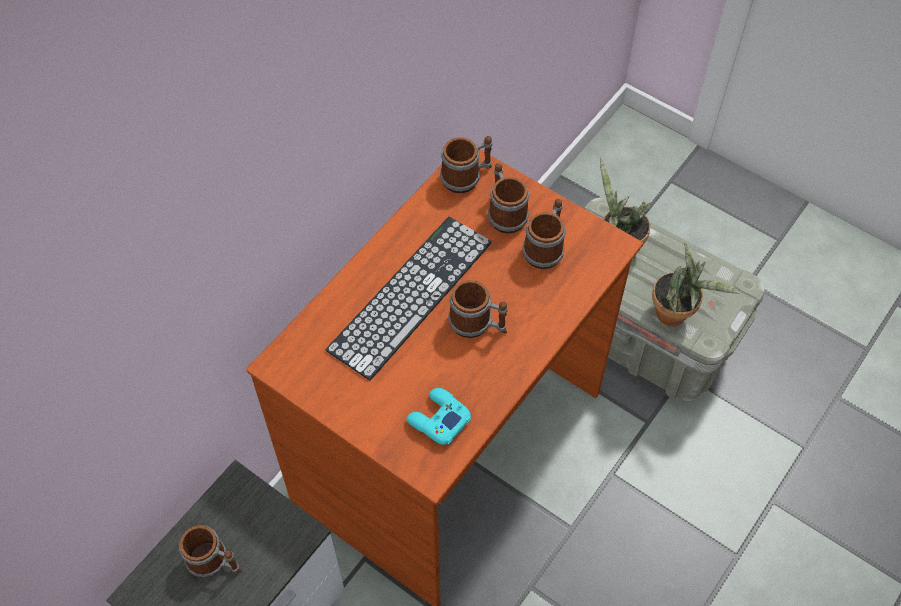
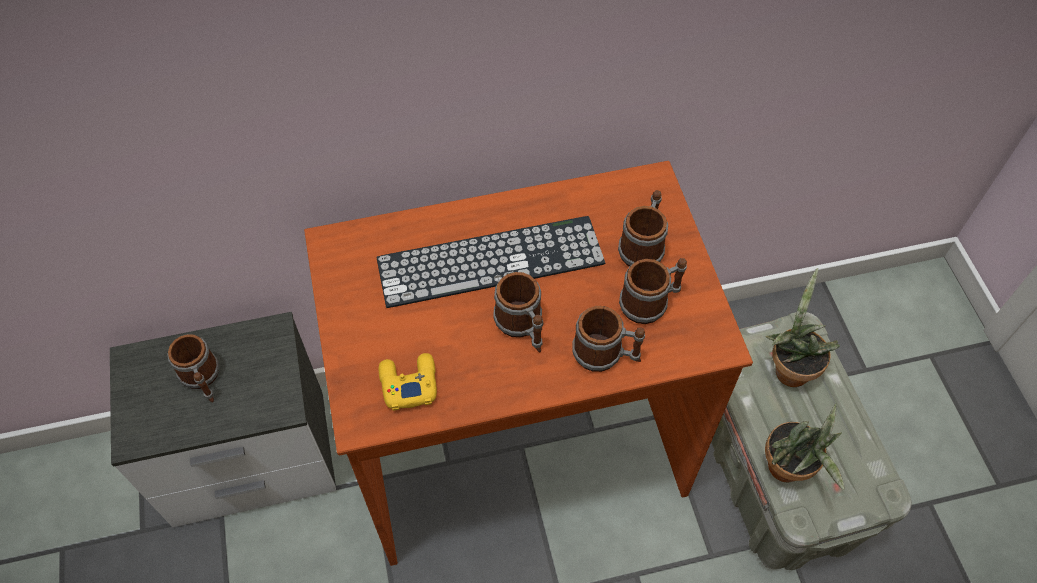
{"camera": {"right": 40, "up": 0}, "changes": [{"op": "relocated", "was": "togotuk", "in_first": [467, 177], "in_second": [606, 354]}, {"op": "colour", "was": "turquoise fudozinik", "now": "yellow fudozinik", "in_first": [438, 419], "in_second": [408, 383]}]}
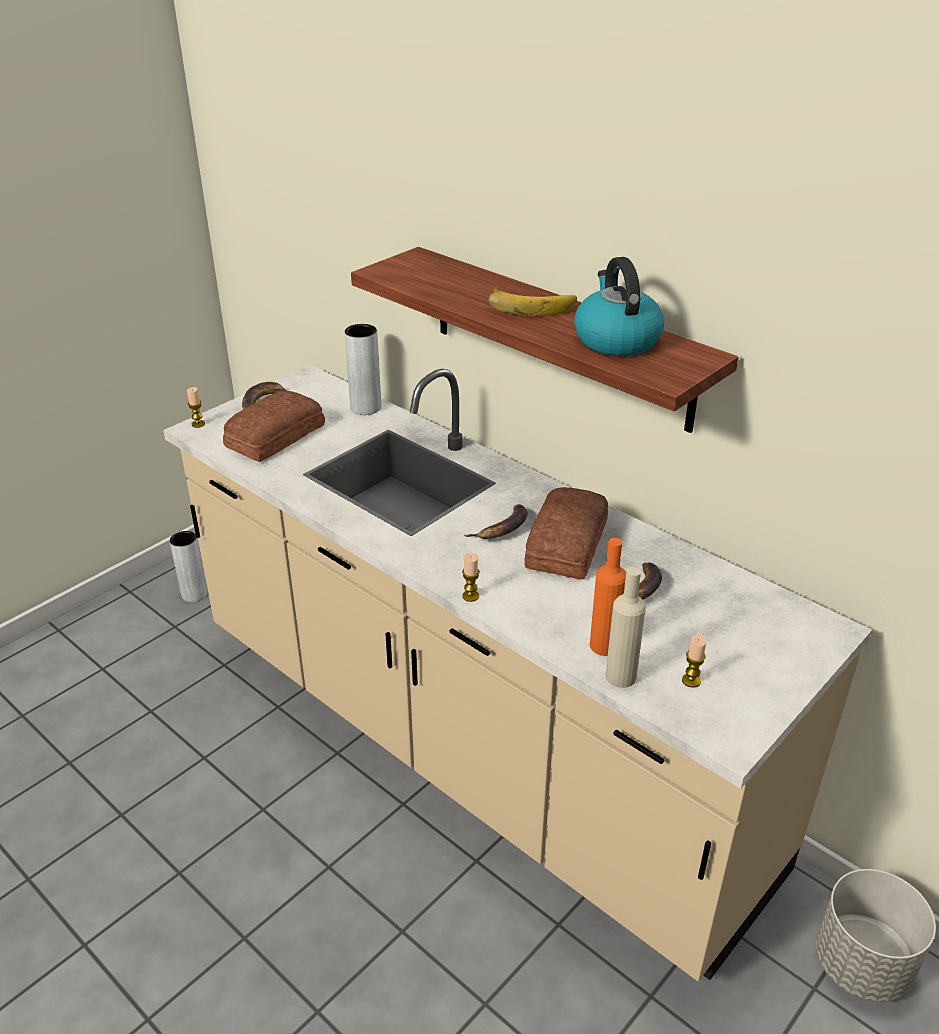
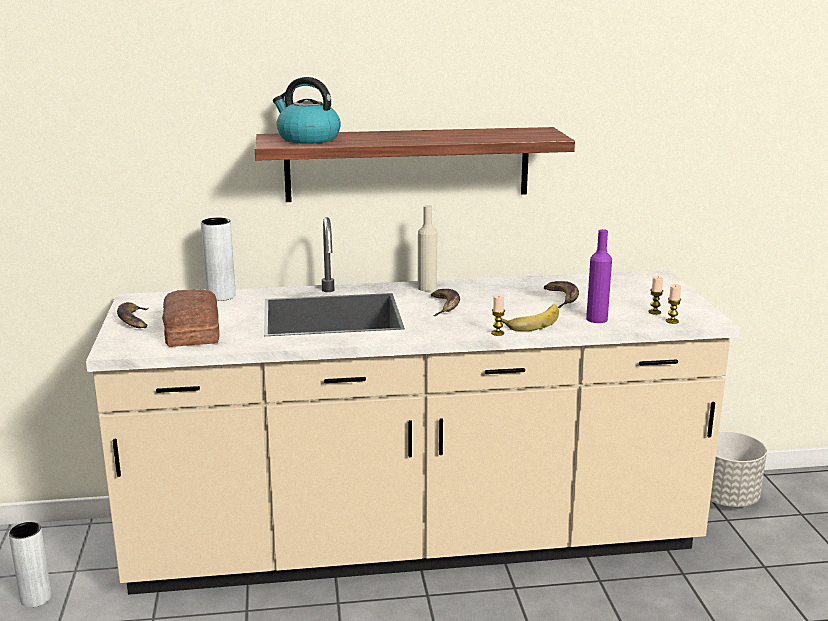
{"camera": {"right": -50, "up": -15}, "changes": [{"op": "relocated", "was": "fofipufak", "in_first": [615, 340], "in_second": [307, 139]}, {"op": "relocated", "was": "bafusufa", "in_first": [531, 305], "in_second": [530, 321]}, {"op": "relocated", "was": "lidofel", "in_first": [198, 424], "in_second": [672, 321]}, {"op": "missing", "was": "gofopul", "in_first": [569, 543]}, {"op": "colour", "was": "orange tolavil", "now": "purple tolavil", "in_first": [604, 645], "in_second": [596, 319]}, {"op": "relocated", "was": "beige tolavil", "in_first": [620, 676], "in_second": [427, 288]}]}
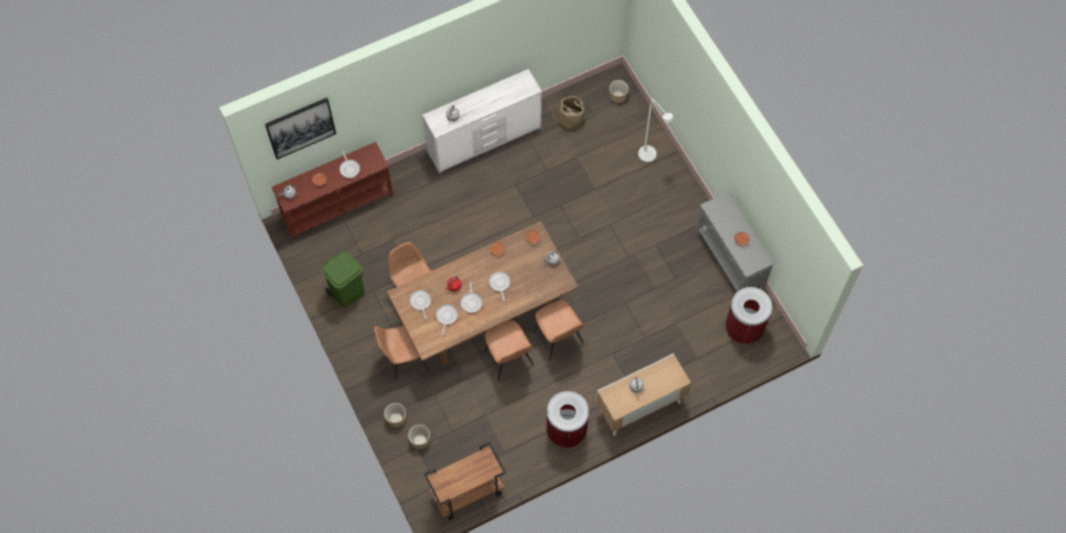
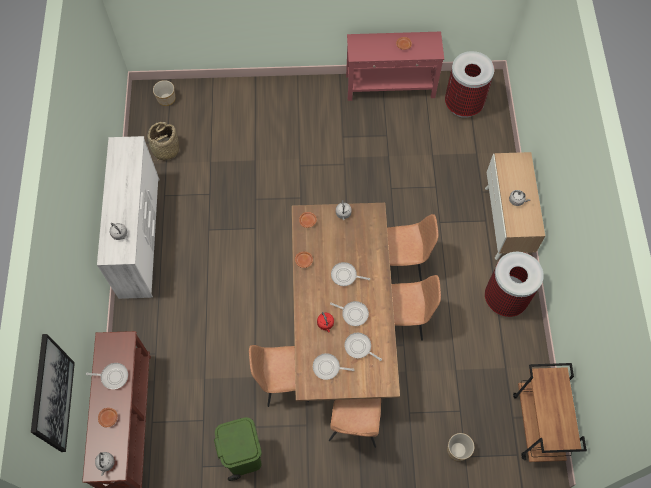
{"camera": {"right": -65, "up": 0}, "changes": [{"op": "missing", "was": "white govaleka", "in_first": [650, 158]}, {"op": "colour", "was": "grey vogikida", "now": "red vogikida", "in_first": [728, 262], "in_second": [390, 87]}, {"op": "missing", "was": "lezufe", "in_first": [396, 419]}]}
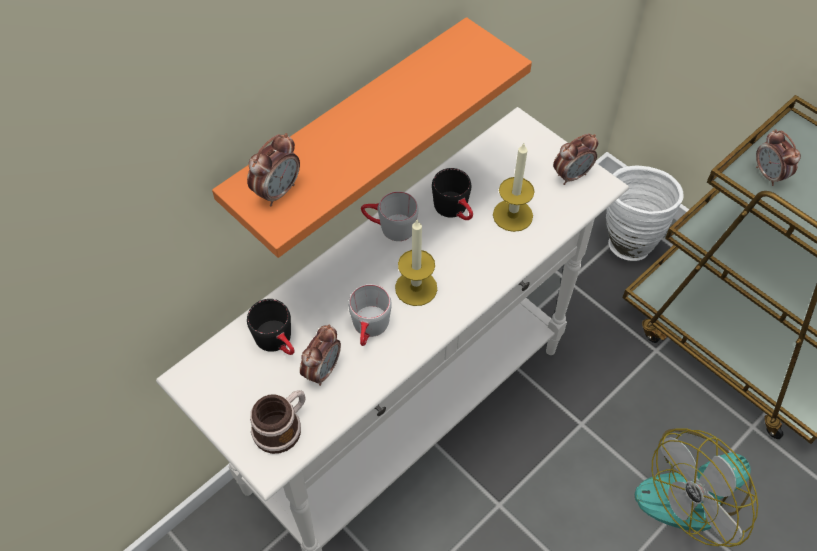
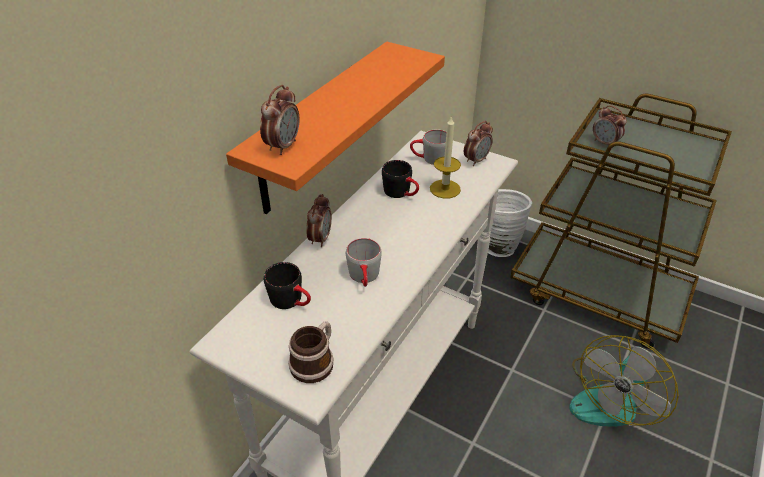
{"camera": {"right": -15, "up": -15}, "changes": [{"op": "relocated", "was": "grey togotuk", "in_first": [389, 227], "in_second": [429, 158]}, {"op": "missing", "was": "lidofel", "in_first": [416, 288]}, {"op": "relocated", "was": "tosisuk", "in_first": [322, 370], "in_second": [320, 239]}]}
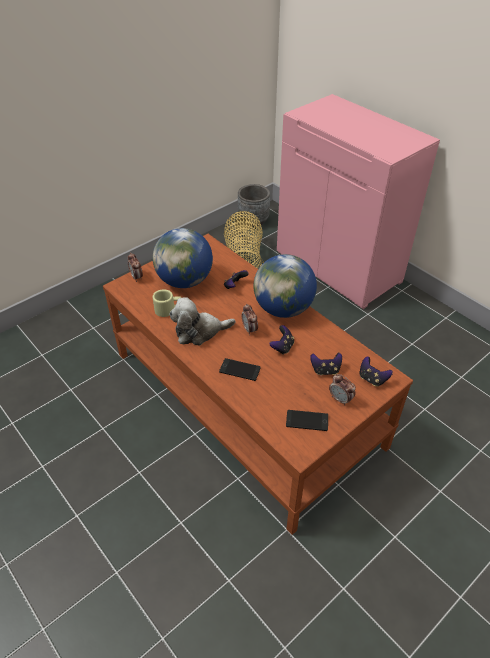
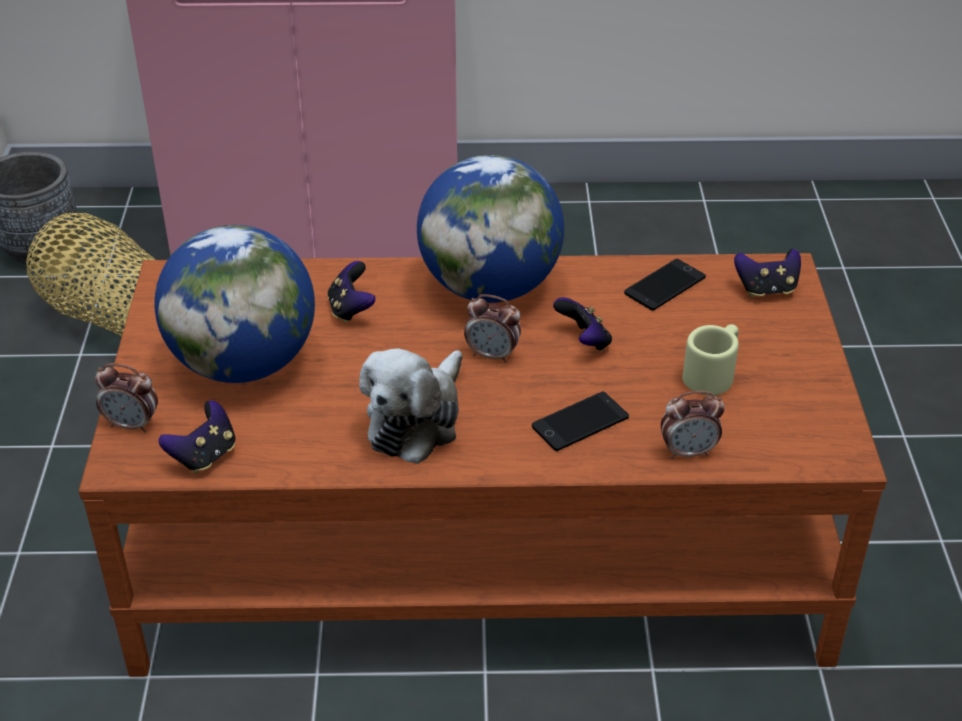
{"camera": {"right": -50, "up": -5}, "changes": [{"op": "relocated", "was": "beige togotuk", "in_first": [168, 310], "in_second": [713, 374]}, {"op": "relocated", "was": "fudozinik", "in_first": [325, 370], "in_second": [204, 456]}, {"op": "relocated", "was": "tosisuk", "in_first": [340, 399], "in_second": [688, 452]}, {"op": "relocated", "was": "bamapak", "in_first": [307, 420], "in_second": [665, 285]}]}
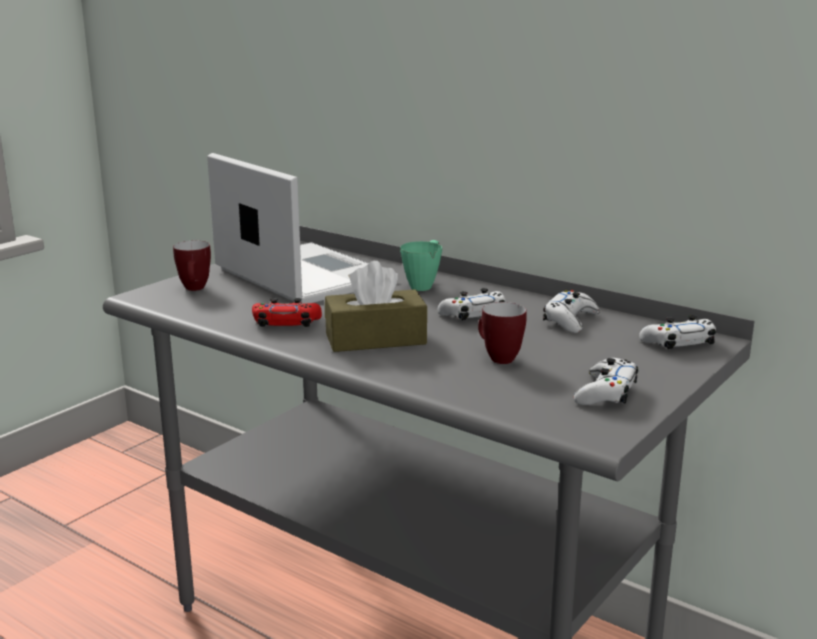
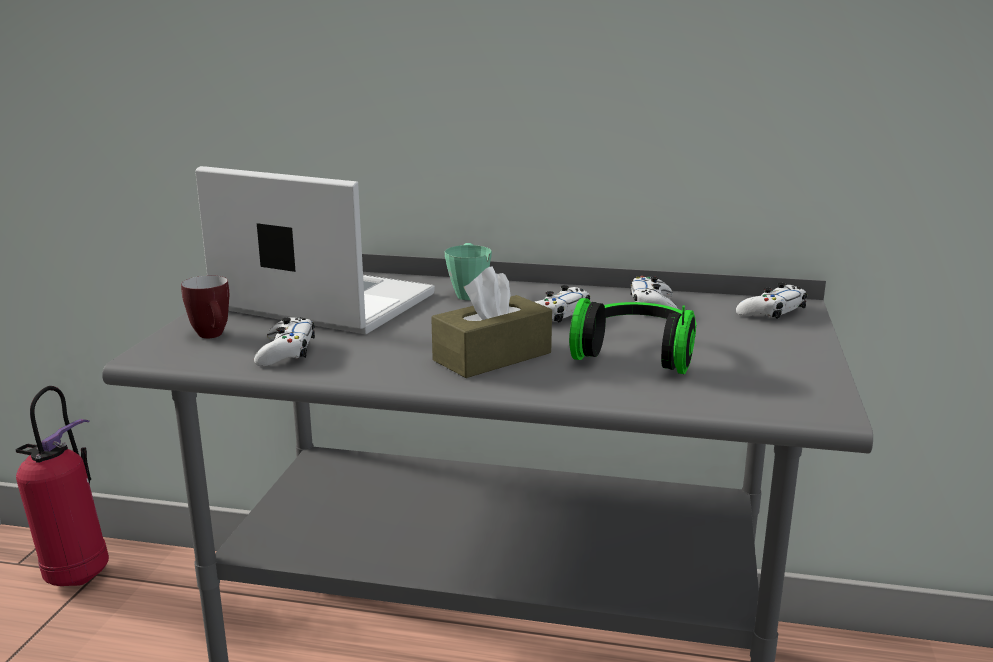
{"camera": {"right": -25, "up": 0}, "changes": [{"op": "missing", "was": "red fudozinik", "in_first": [286, 323]}, {"op": "exchanged", "was": "togotuk", "now": "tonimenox", "in_first": [497, 358], "in_second": [637, 354]}, {"op": "relocated", "was": "white fudozinik", "in_first": [606, 393], "in_second": [286, 352]}, {"op": "appeared", "now": "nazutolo", "in_second": [76, 574]}]}
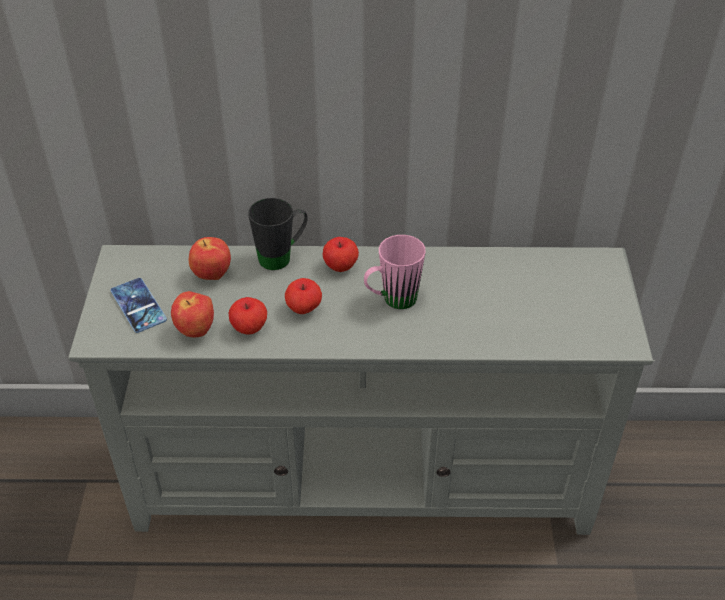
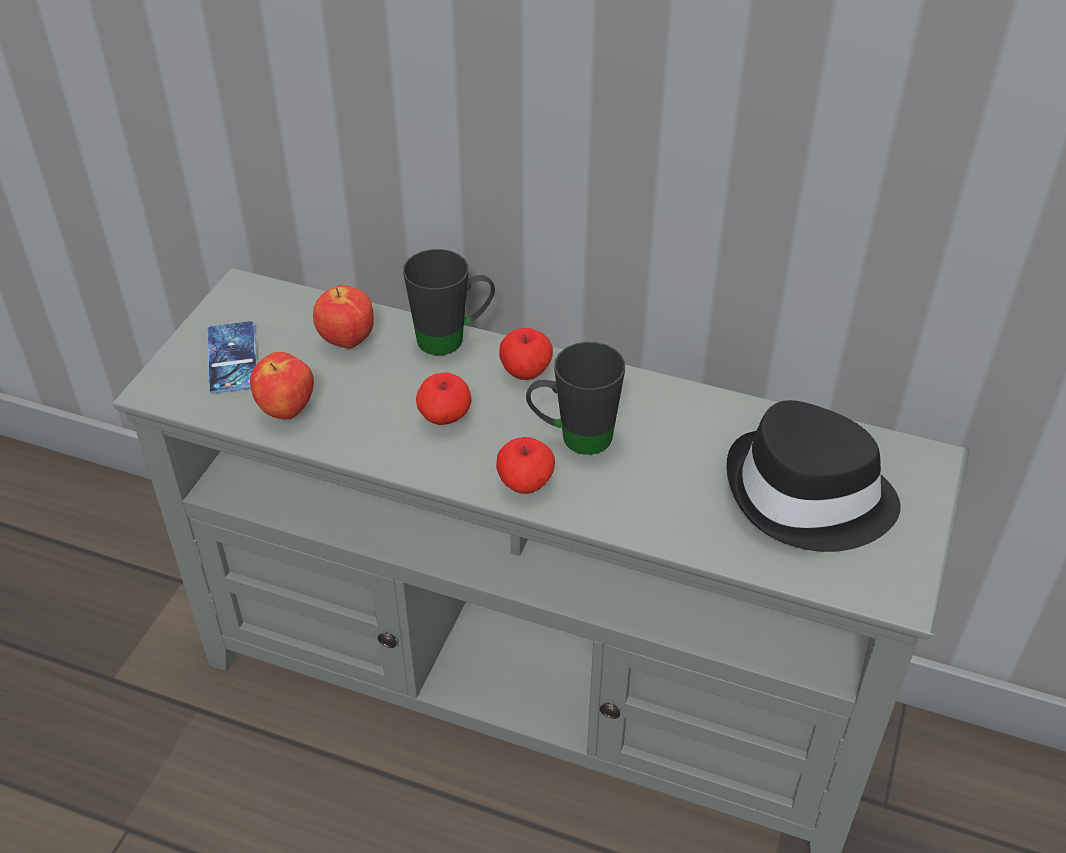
{"camera": {"right": 20, "up": 0}, "changes": [{"op": "colour", "was": "pink togotuk", "now": "black togotuk", "in_first": [392, 301], "in_second": [573, 438]}, {"op": "relocated", "was": "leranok", "in_first": [249, 328], "in_second": [525, 484]}, {"op": "appeared", "now": "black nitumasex", "in_second": [808, 497]}]}
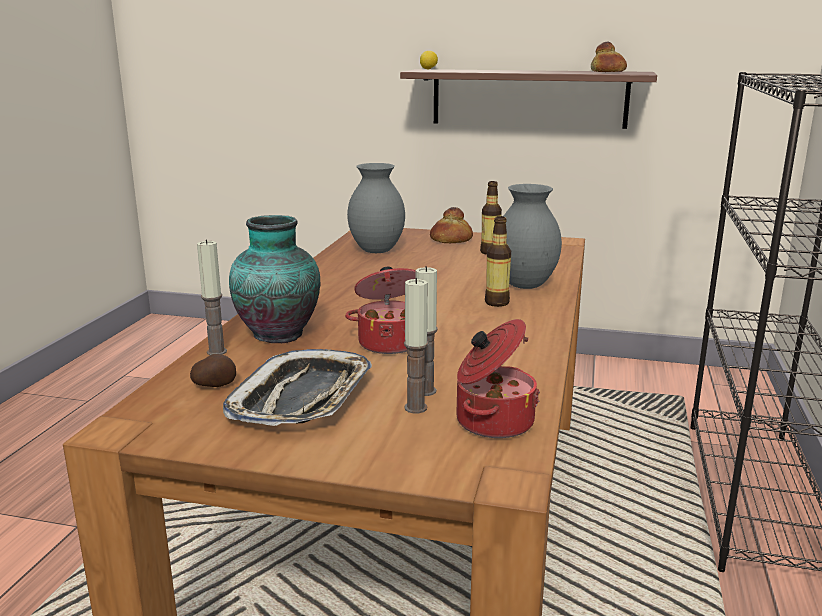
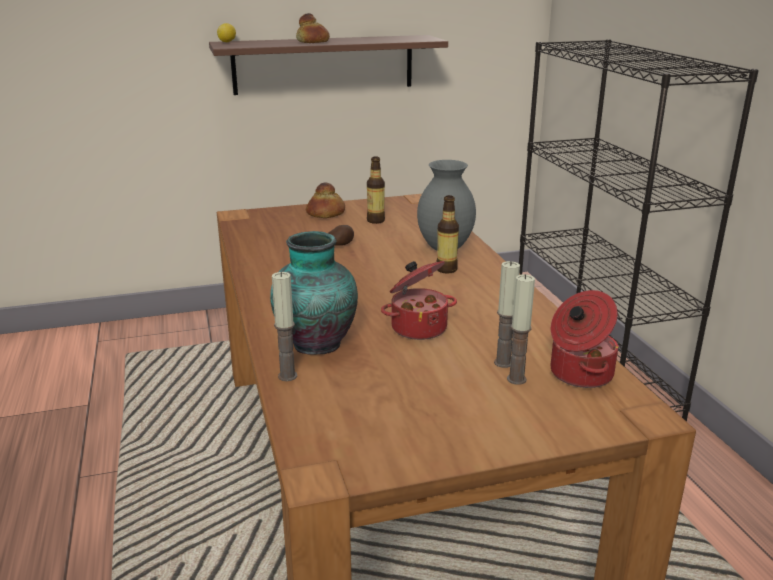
{"camera": {"right": -30, "up": 5}, "changes": [{"op": "relocated", "was": "gofopul", "in_first": [608, 71], "in_second": [313, 41]}, {"op": "missing", "was": "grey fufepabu", "in_first": [376, 251]}, {"op": "missing", "was": "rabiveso", "in_first": [303, 398]}, {"op": "relocated", "was": "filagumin", "in_first": [215, 385], "in_second": [341, 245]}]}
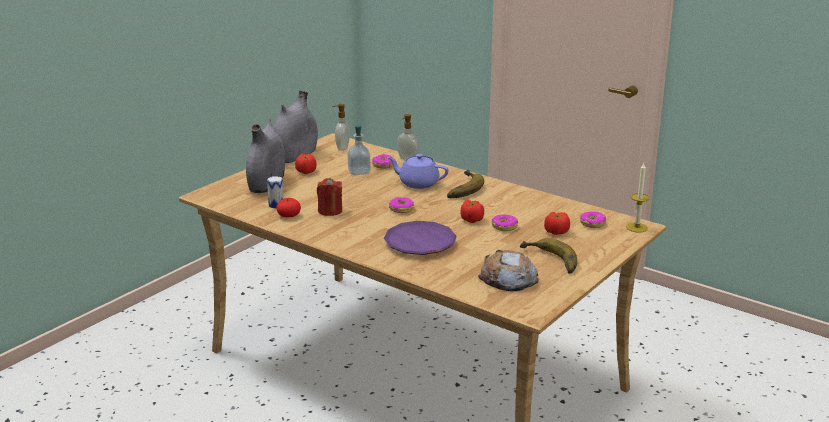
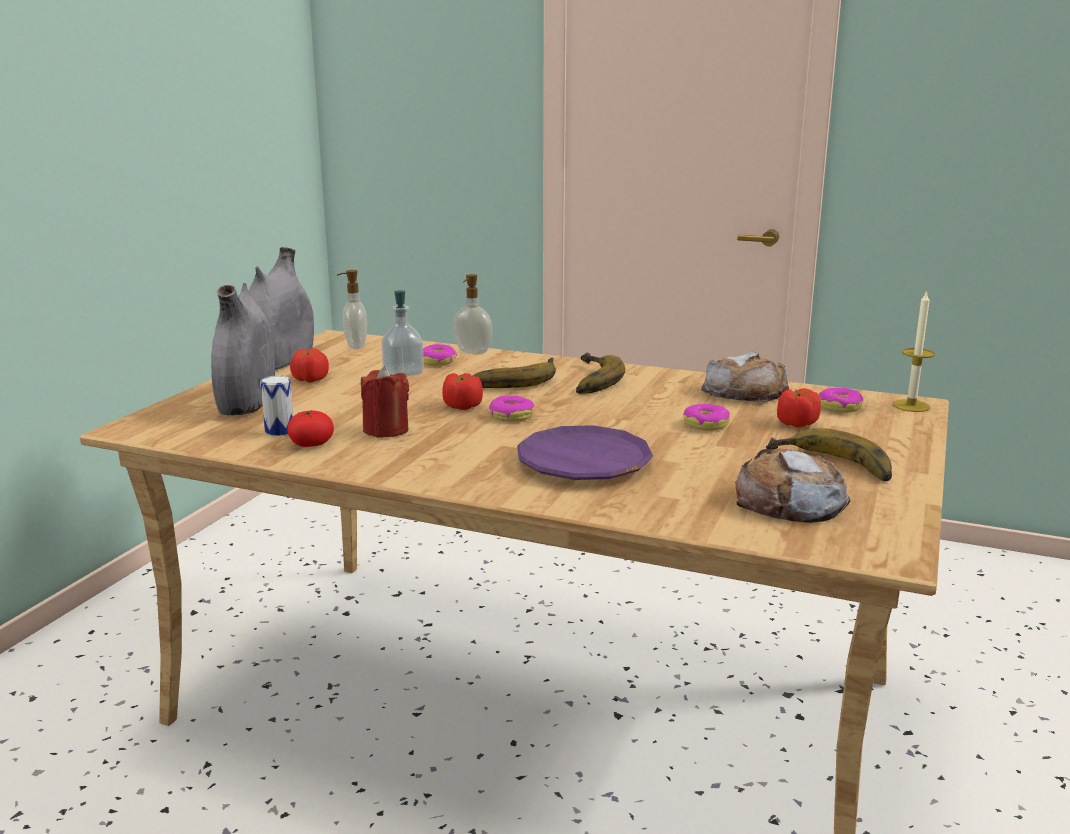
{"camera": {"right": -15, "up": -5}, "changes": [{"op": "exchanged", "was": "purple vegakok", "now": "bafusufa", "in_first": [418, 183], "in_second": [512, 379]}, {"op": "relocated", "was": "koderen", "in_first": [471, 220], "in_second": [462, 406]}, {"op": "appeared", "now": "gofopul", "in_second": [744, 391]}]}
